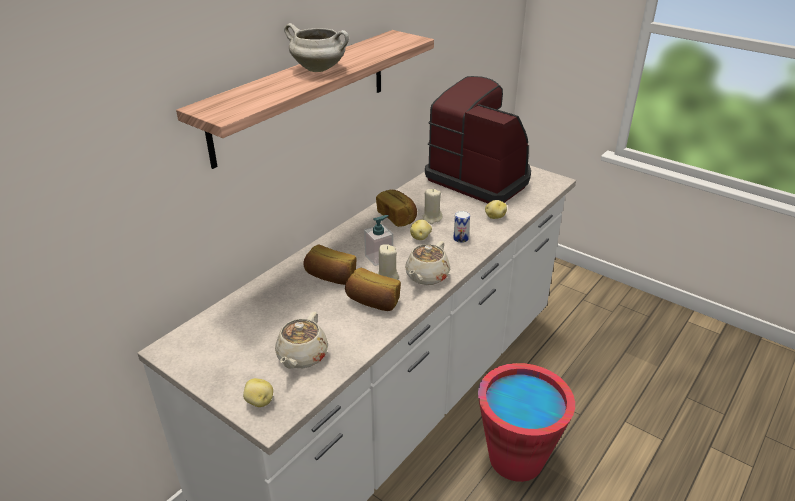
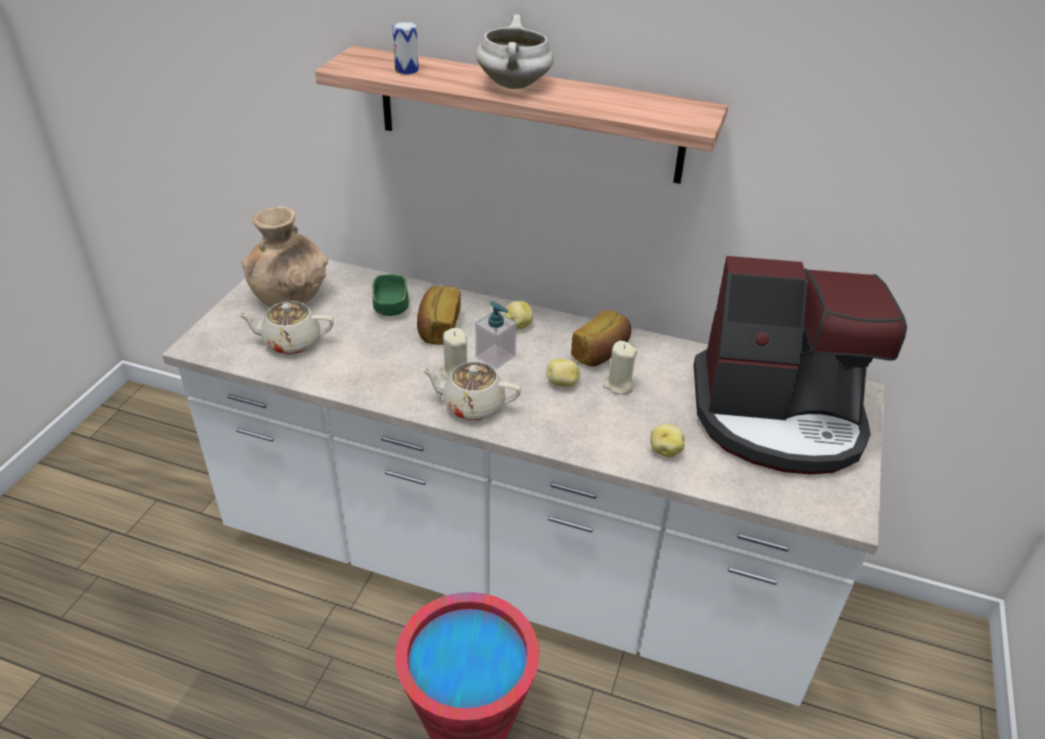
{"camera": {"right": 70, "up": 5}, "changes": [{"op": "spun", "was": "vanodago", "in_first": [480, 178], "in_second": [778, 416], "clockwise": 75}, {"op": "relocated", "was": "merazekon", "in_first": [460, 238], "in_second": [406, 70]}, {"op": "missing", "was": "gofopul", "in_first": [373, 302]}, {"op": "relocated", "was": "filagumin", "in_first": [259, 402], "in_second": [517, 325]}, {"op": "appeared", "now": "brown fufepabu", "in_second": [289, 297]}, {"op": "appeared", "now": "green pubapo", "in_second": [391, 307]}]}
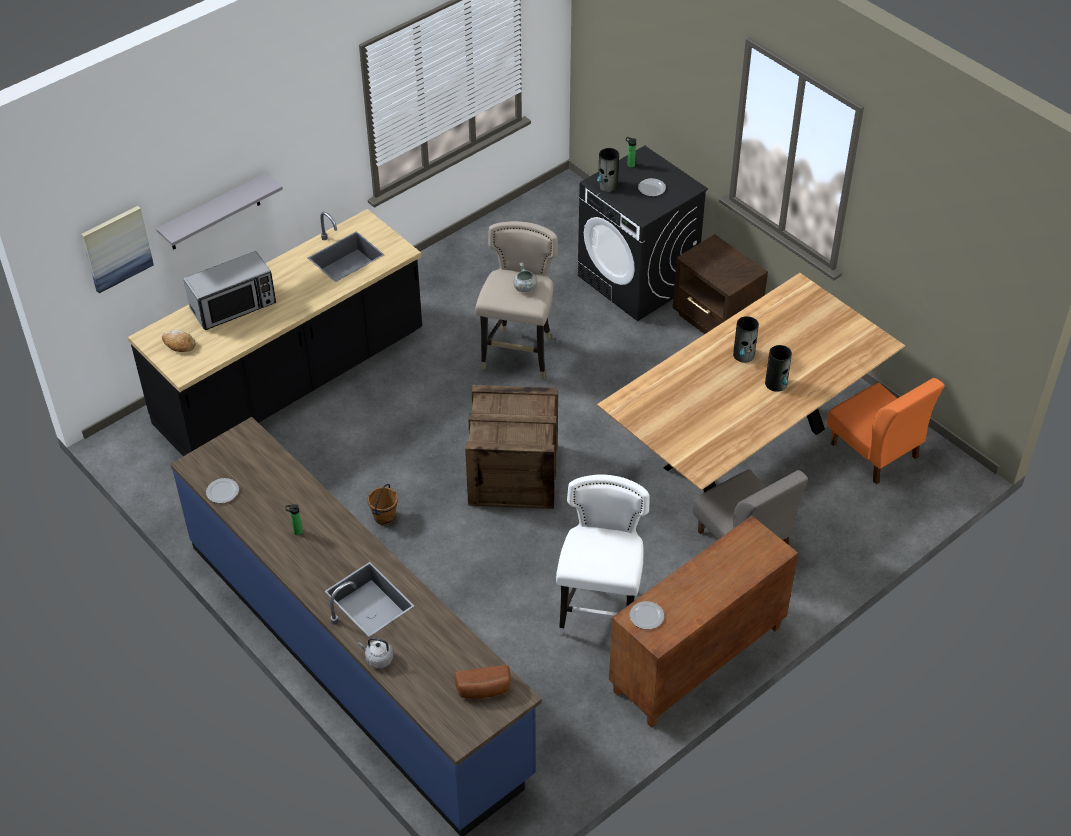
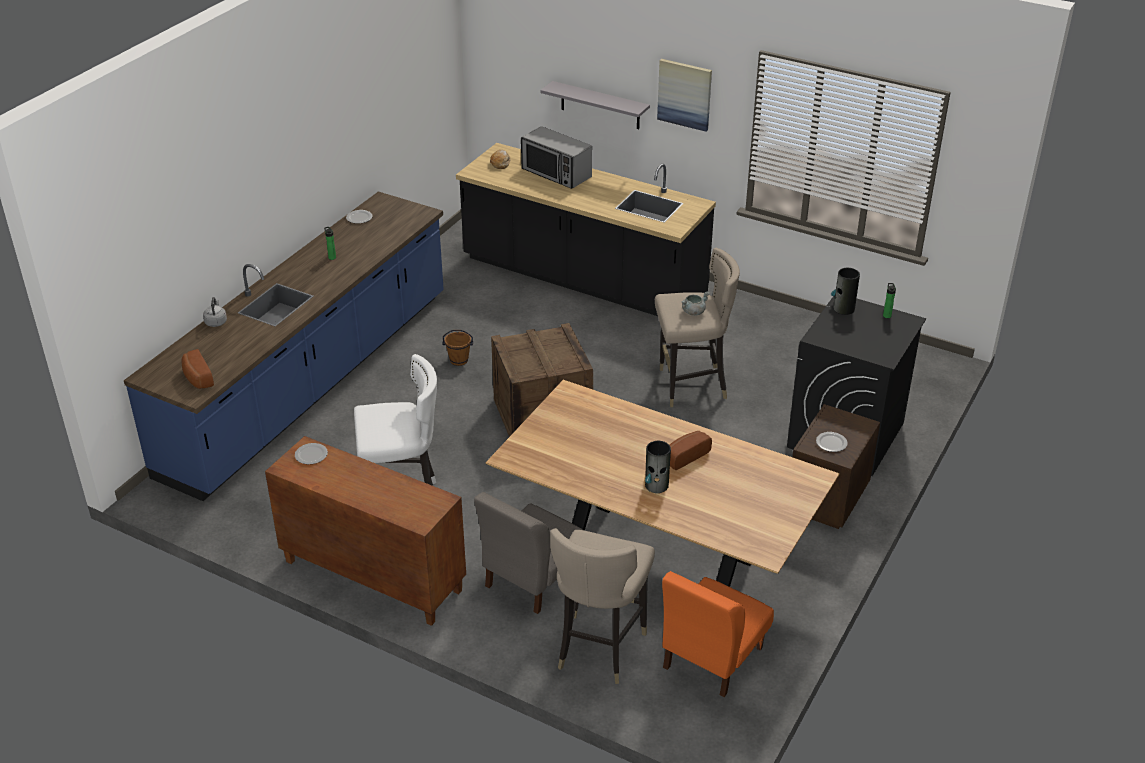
{"camera": {"right": 70, "up": -10}, "changes": [{"op": "relocated", "was": "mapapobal", "in_first": [651, 188], "in_second": [831, 443]}, {"op": "relocated", "was": "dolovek", "in_first": [116, 248], "in_second": [684, 94]}, {"op": "exchanged", "was": "fufepabu", "now": "gofopul", "in_first": [744, 355], "in_second": [685, 456]}, {"op": "appeared", "now": "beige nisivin", "in_second": [599, 647]}]}
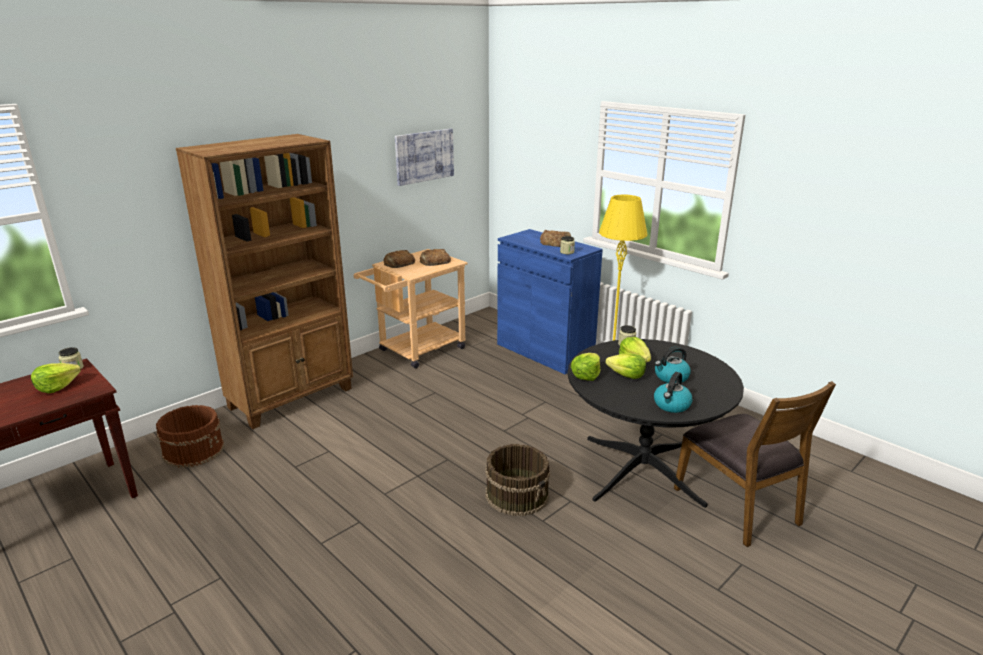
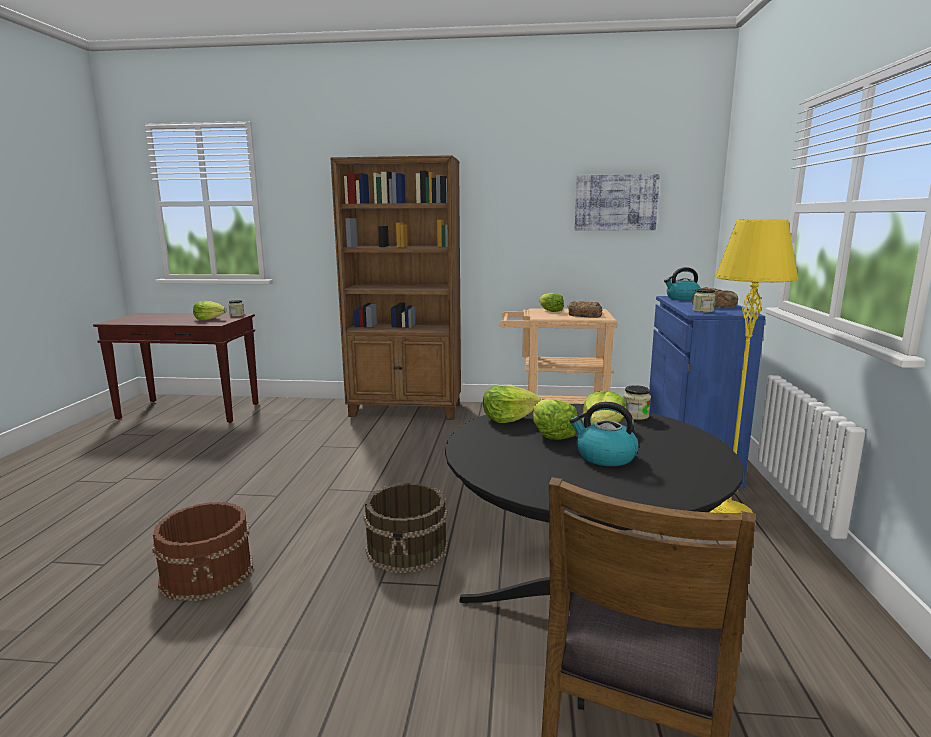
{"camera": {"right": 50, "up": -10}, "changes": [{"op": "exchanged", "was": "gofopul", "now": "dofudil", "in_first": [398, 263], "in_second": [550, 311]}, {"op": "relocated", "was": "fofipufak", "in_first": [671, 405], "in_second": [682, 298]}, {"op": "relocated", "was": "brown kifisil", "in_first": [194, 450], "in_second": [208, 573]}]}
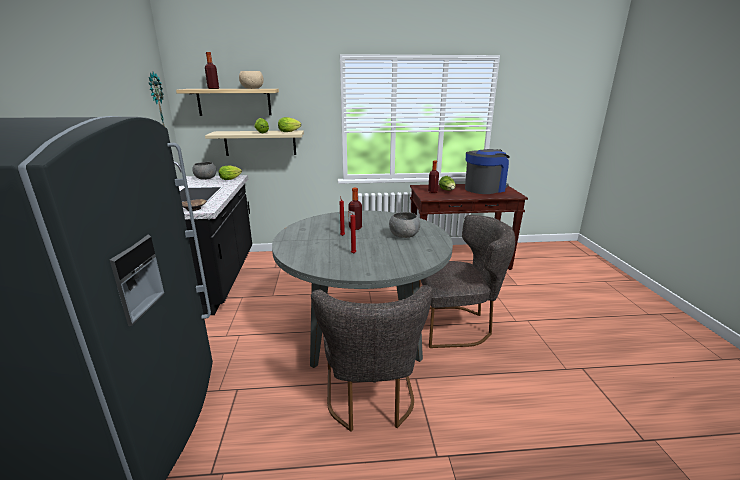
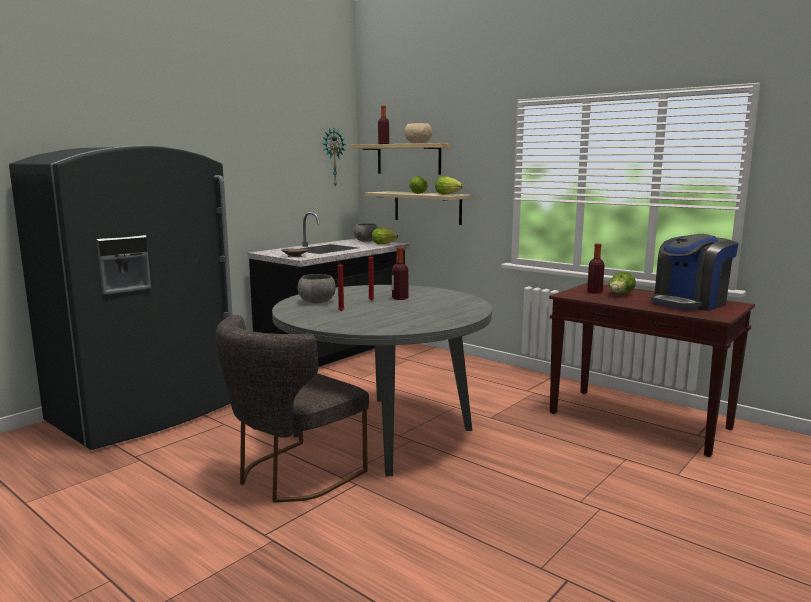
{"camera": {"right": 45, "up": -10}, "changes": [{"op": "spun", "was": "vanodago", "in_first": [485, 189], "in_second": [689, 303], "clockwise": 135}, {"op": "relocated", "was": "grey pubapo", "in_first": [403, 236], "in_second": [316, 302]}, {"op": "missing", "was": "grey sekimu", "in_first": [457, 325]}]}
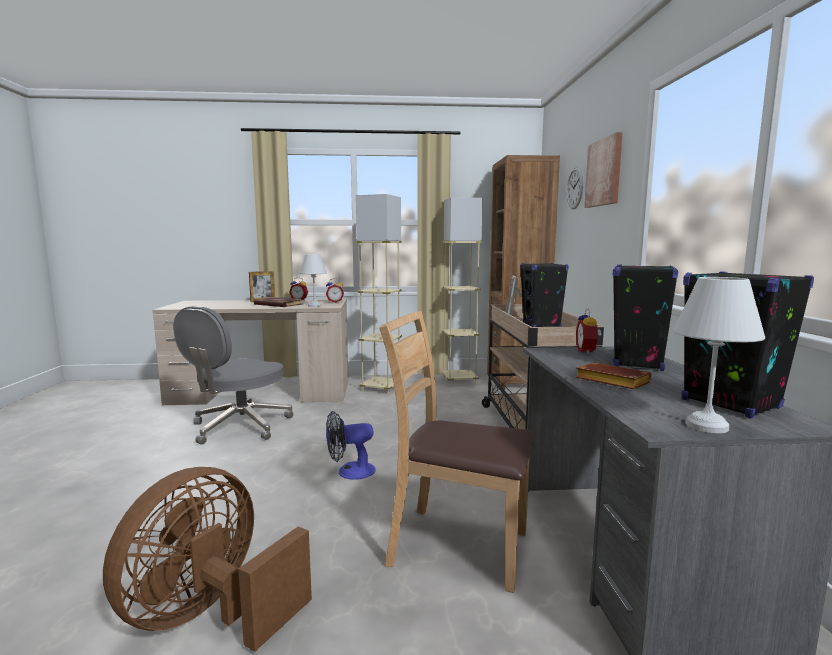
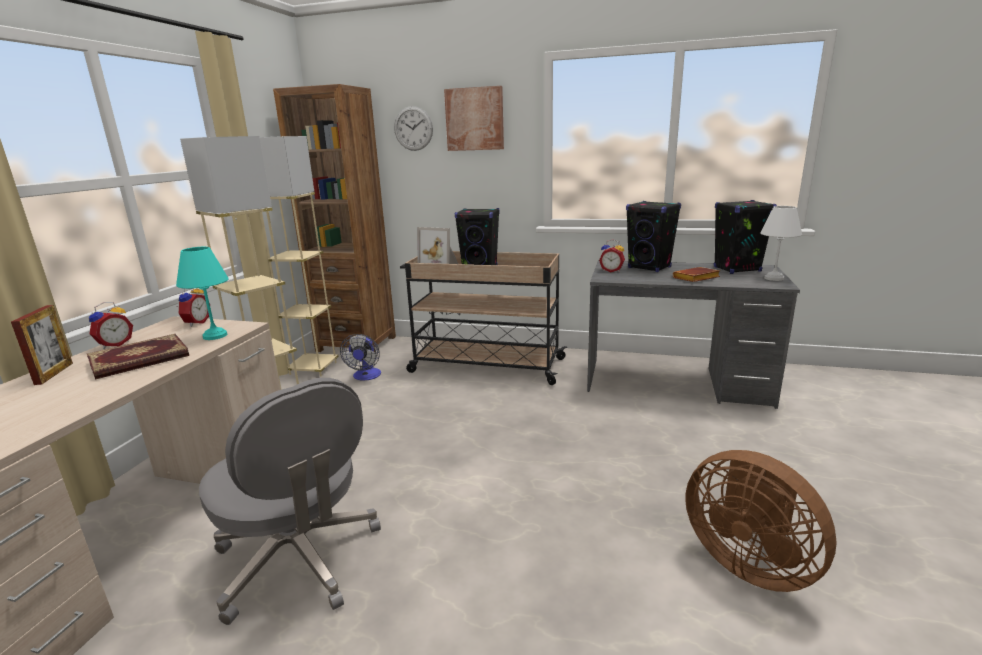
{"camera": {"right": -70, "up": 10}, "changes": [{"op": "colour", "was": "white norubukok", "now": "turquoise norubukok", "in_first": [314, 305], "in_second": [214, 336]}, {"op": "missing", "was": "brown sekimu", "in_first": [457, 546]}, {"op": "relocated", "was": "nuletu", "in_first": [349, 472], "in_second": [366, 376]}]}
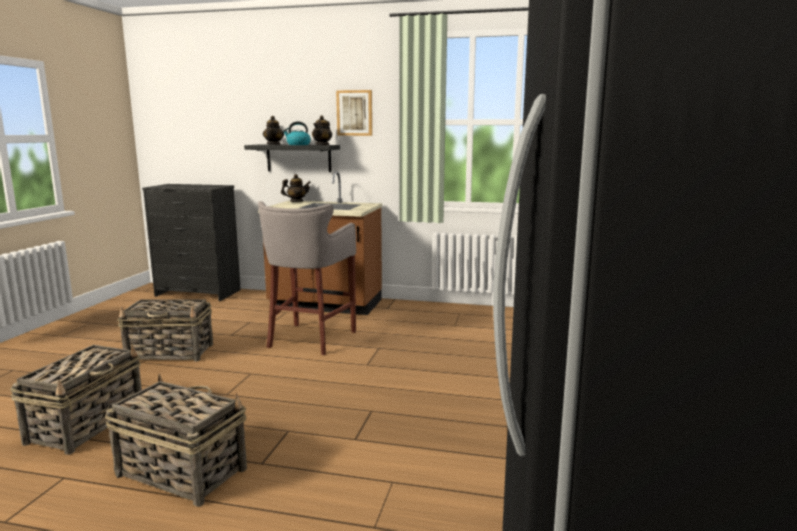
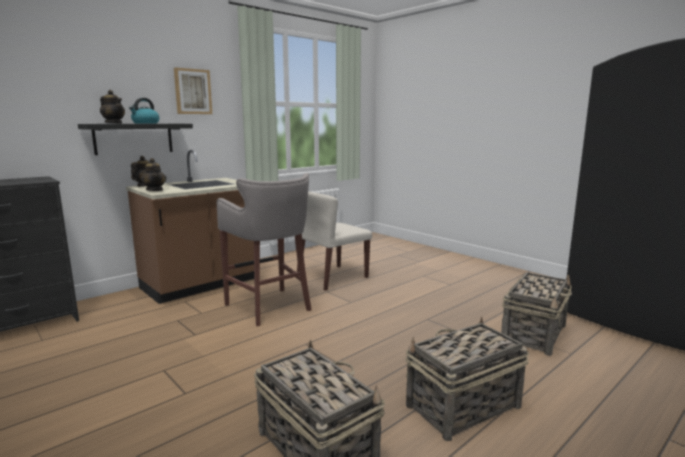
{"camera": {"right": -55, "up": 0}, "changes": [{"op": "relocated", "was": "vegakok", "in_first": [322, 145], "in_second": [155, 190]}, {"op": "relocated", "was": "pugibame", "in_first": [171, 352], "in_second": [534, 333]}, {"op": "appeared", "now": "beige sekimu", "in_second": [332, 277]}]}
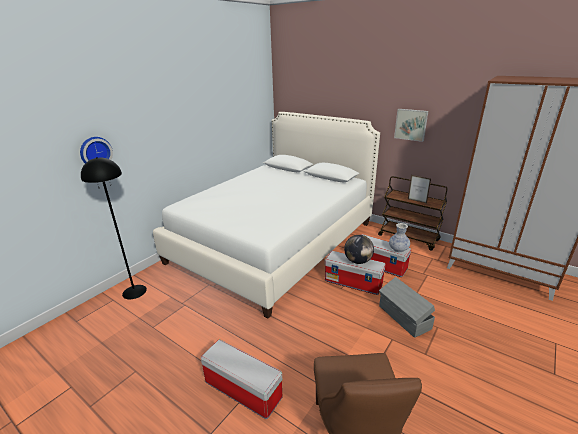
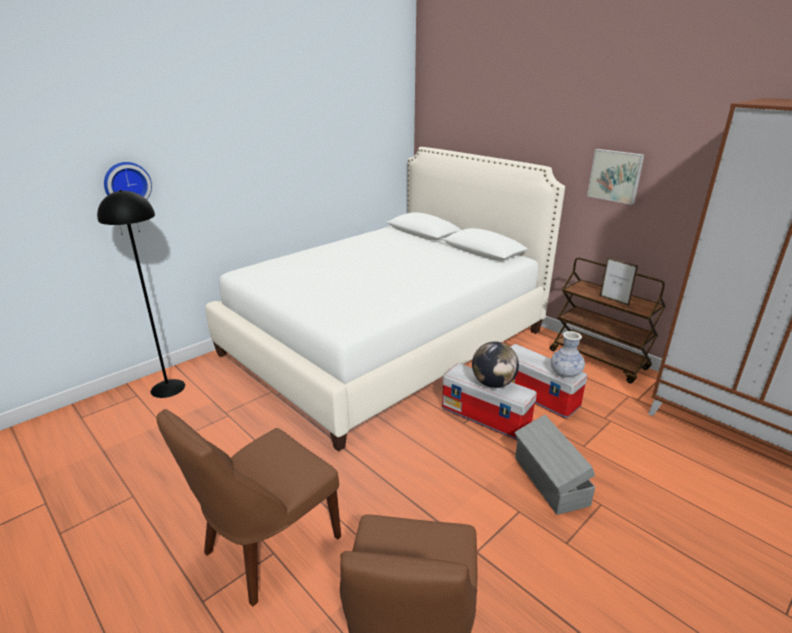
{"camera": {"right": 10, "up": 0}, "changes": [{"op": "exchanged", "was": "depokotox", "now": "brown sekimu", "in_first": [242, 390], "in_second": [267, 547]}]}
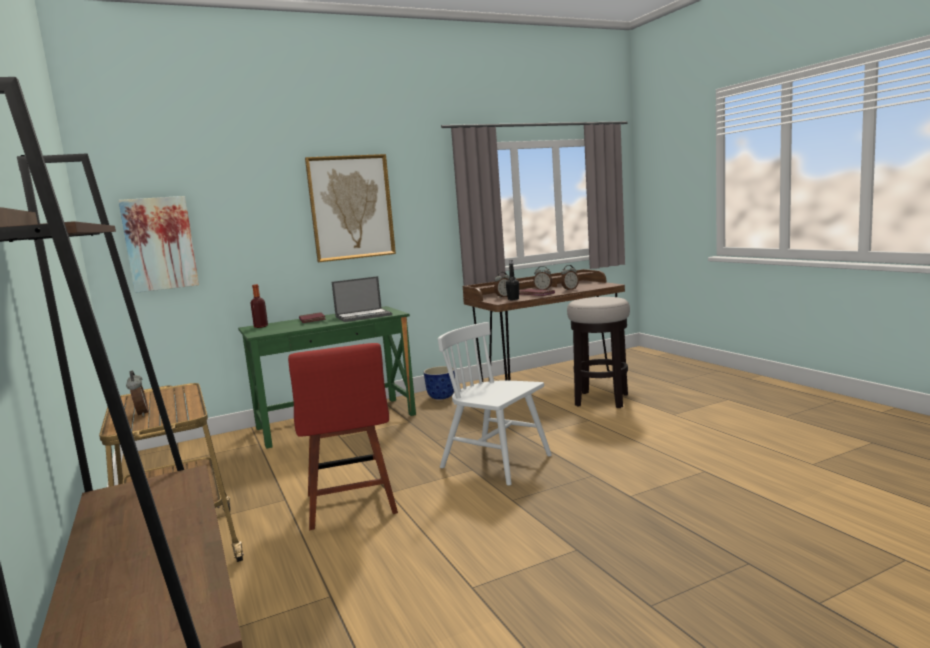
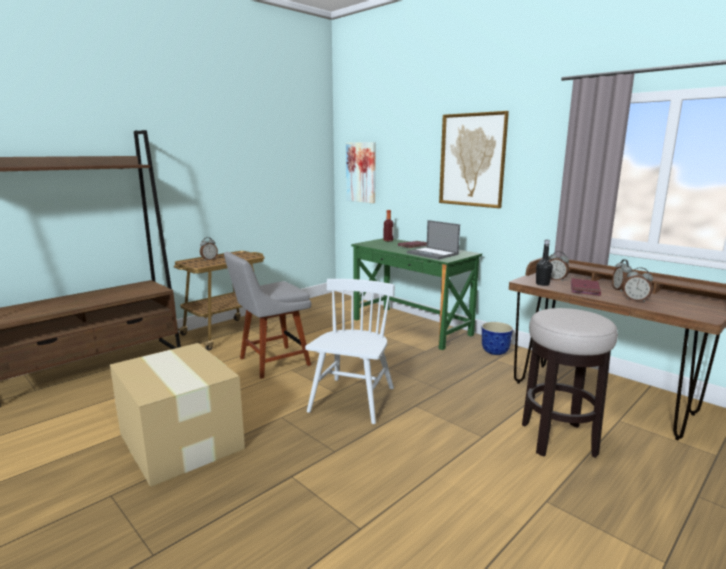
{"camera": {"right": 70, "up": 5}, "changes": [{"op": "colour", "was": "red sekimu", "now": "grey sekimu", "in_first": [351, 506], "in_second": [271, 362]}, {"op": "appeared", "now": "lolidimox", "in_second": [181, 440]}]}
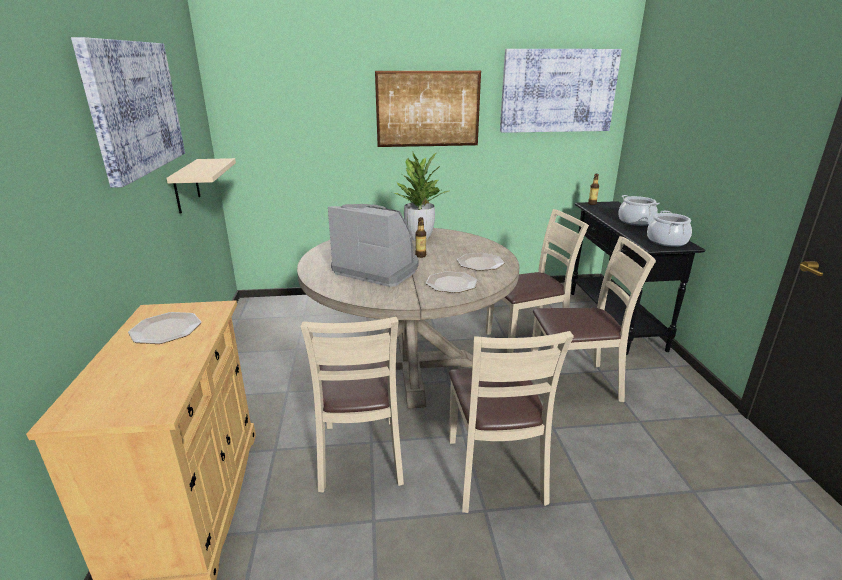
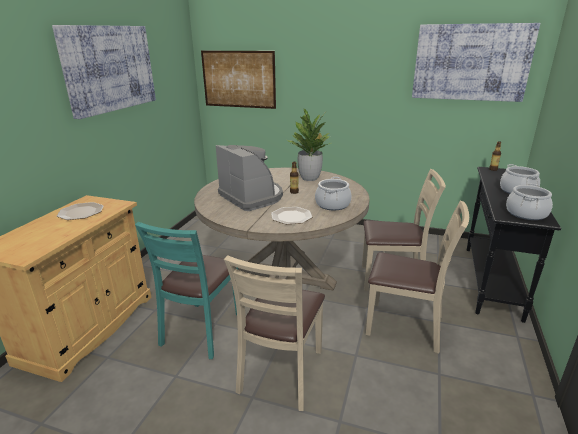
{"camera": {"right": 25, "up": 0}, "changes": [{"op": "relocated", "was": "dolovek", "in_first": [428, 109], "in_second": [238, 79]}, {"op": "missing", "was": "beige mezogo", "in_first": [186, 186]}, {"op": "exchanged", "was": "mapapobal", "now": "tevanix", "in_first": [480, 263], "in_second": [332, 205]}, {"op": "colour", "was": "beige sekimu", "now": "turquoise sekimu", "in_first": [361, 454], "in_second": [202, 330]}]}
